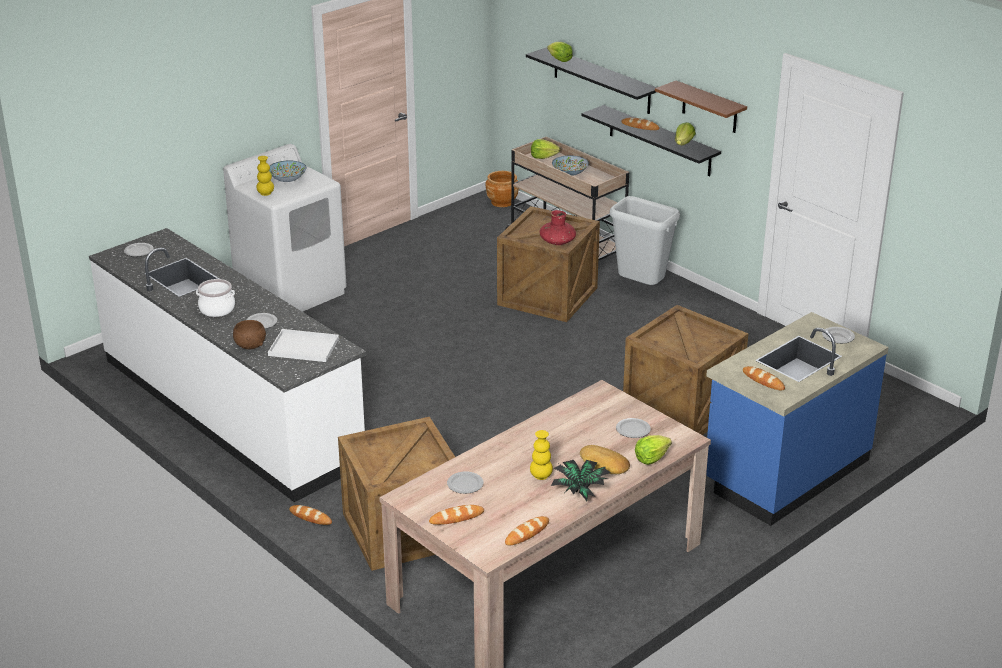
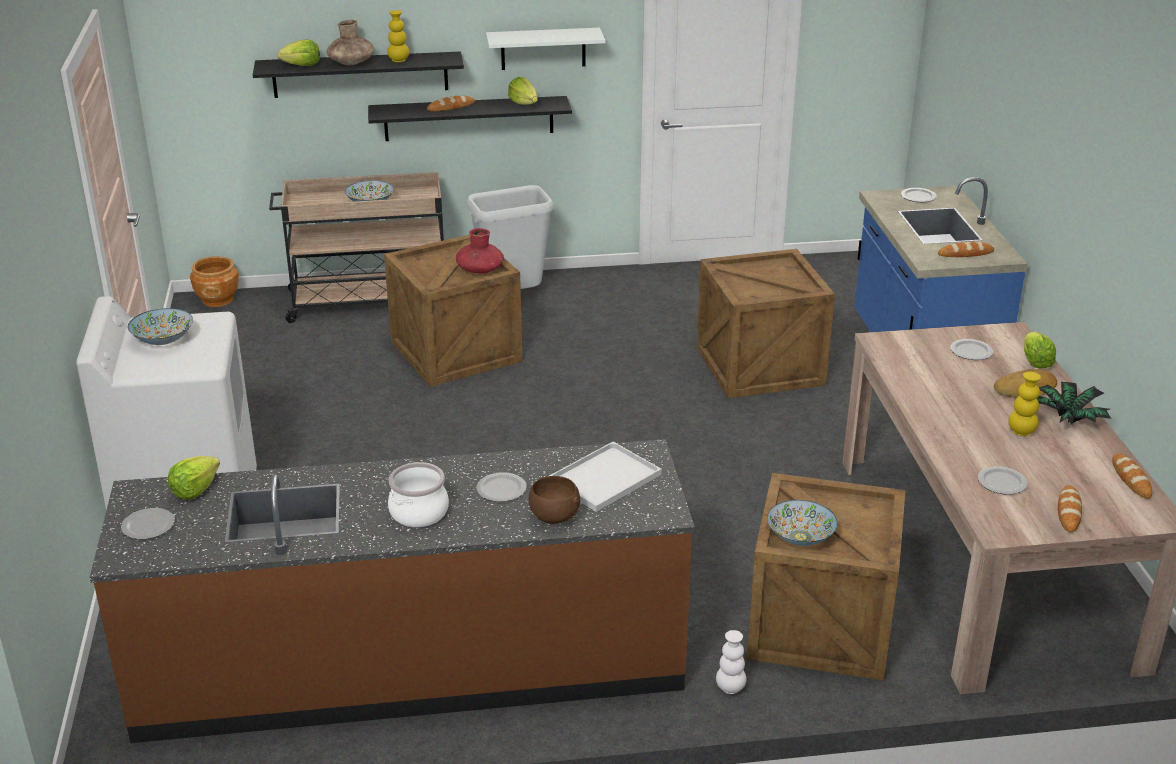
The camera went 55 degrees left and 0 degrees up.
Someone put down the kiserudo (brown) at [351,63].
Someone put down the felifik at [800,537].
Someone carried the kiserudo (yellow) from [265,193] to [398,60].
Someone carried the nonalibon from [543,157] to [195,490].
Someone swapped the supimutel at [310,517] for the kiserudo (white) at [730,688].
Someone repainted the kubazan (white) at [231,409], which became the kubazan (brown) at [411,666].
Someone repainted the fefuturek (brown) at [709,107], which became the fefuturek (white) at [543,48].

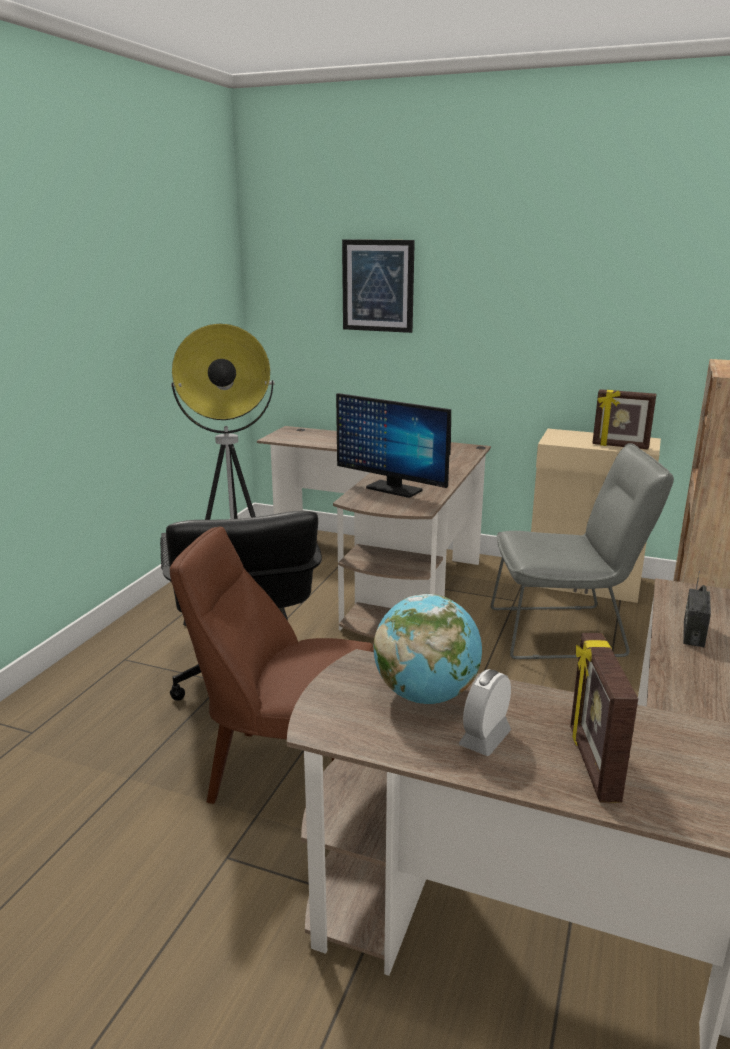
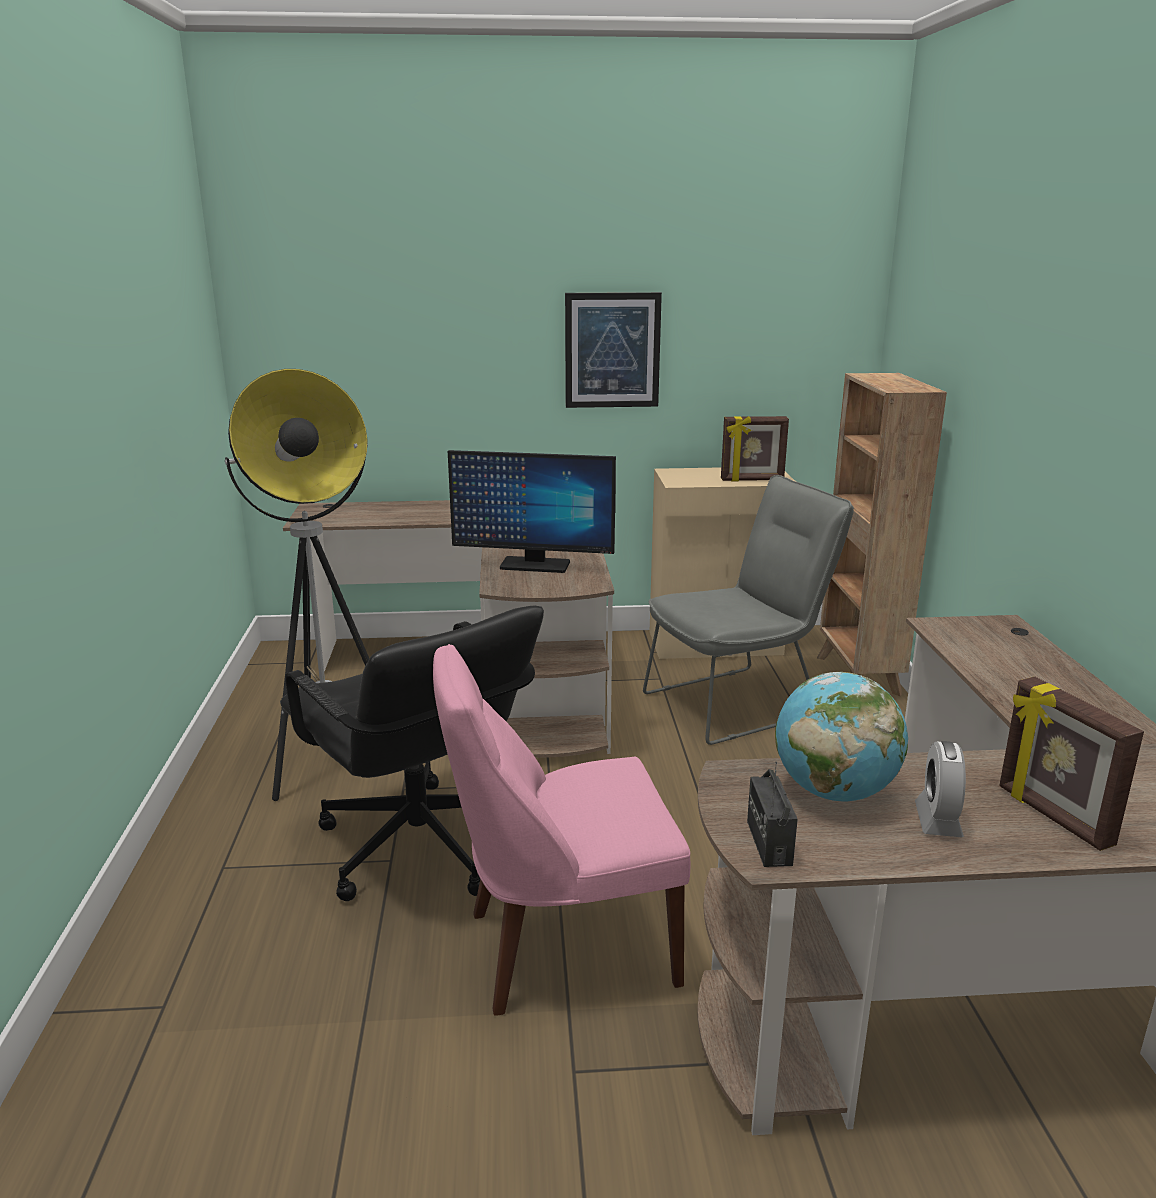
The camera went 25 degrees left and 0 degrees up.
Someone carried the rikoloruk from [378,286] to [612,350].
Someone carried the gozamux from [693,633] to [768,843].
Someone repainted the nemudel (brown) at [285,773], which became the nemudel (pink) at [561,948].

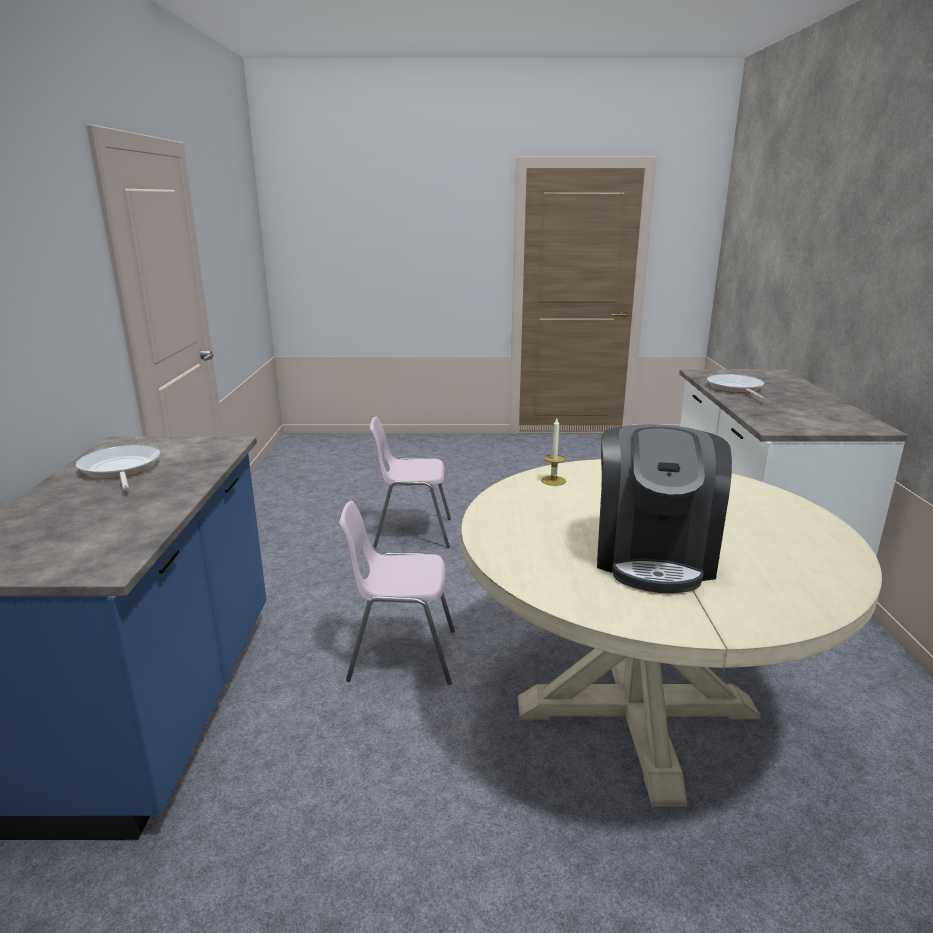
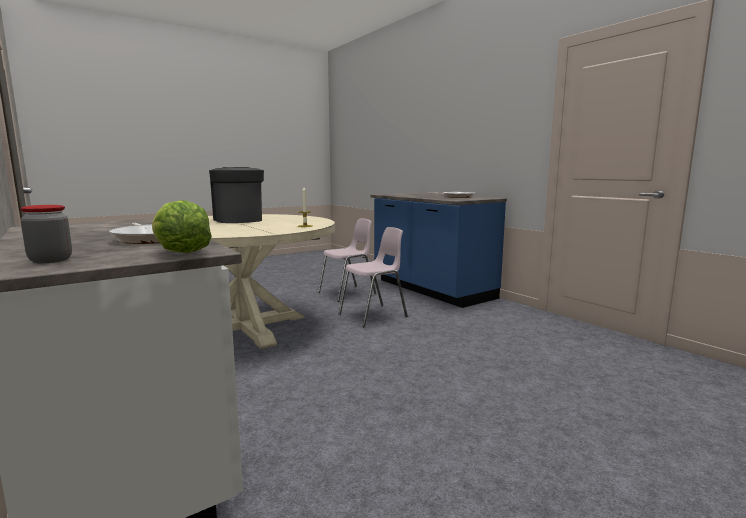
The camera went 145 degrees right and 10 degrees down.
Someone put down the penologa at [50,260].
Someone put down the nonalibon at [181,253].
Someone carried the nemudel (pink) from [412,533] to [348,293].

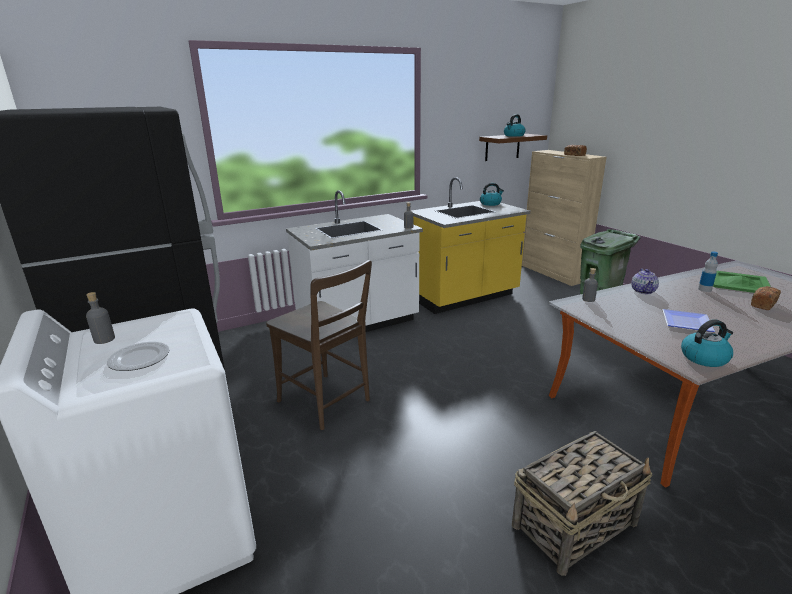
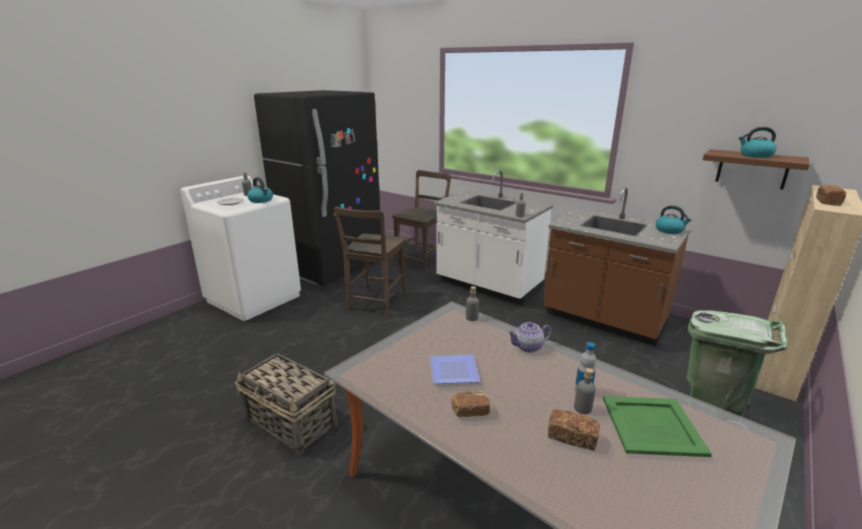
The camera went 65 degrees right and 0 degrees up.
Someone put down the nemudel (brown) at [422,262].
Someone put down the supimutel at [470,411].
Someone put down the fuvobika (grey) at [582,408].
Someone carried the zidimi from [704,357] to [261,200].
Someone repainted the kubazan (yellow) at [464,297], which became the kubazan (brown) at [603,320].

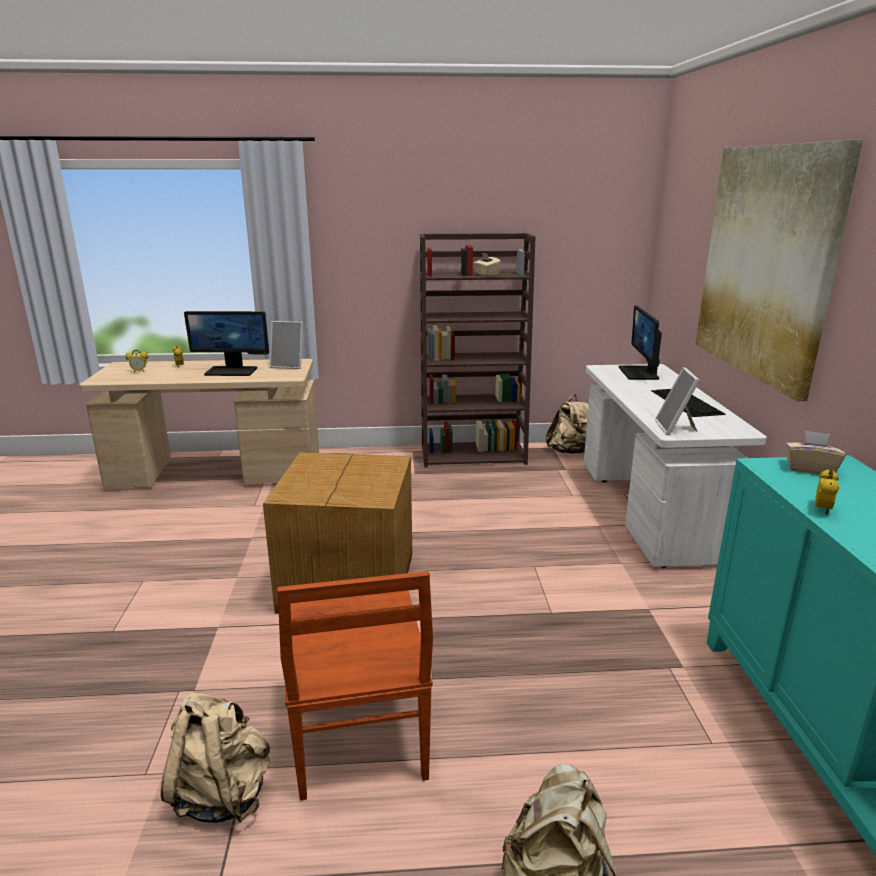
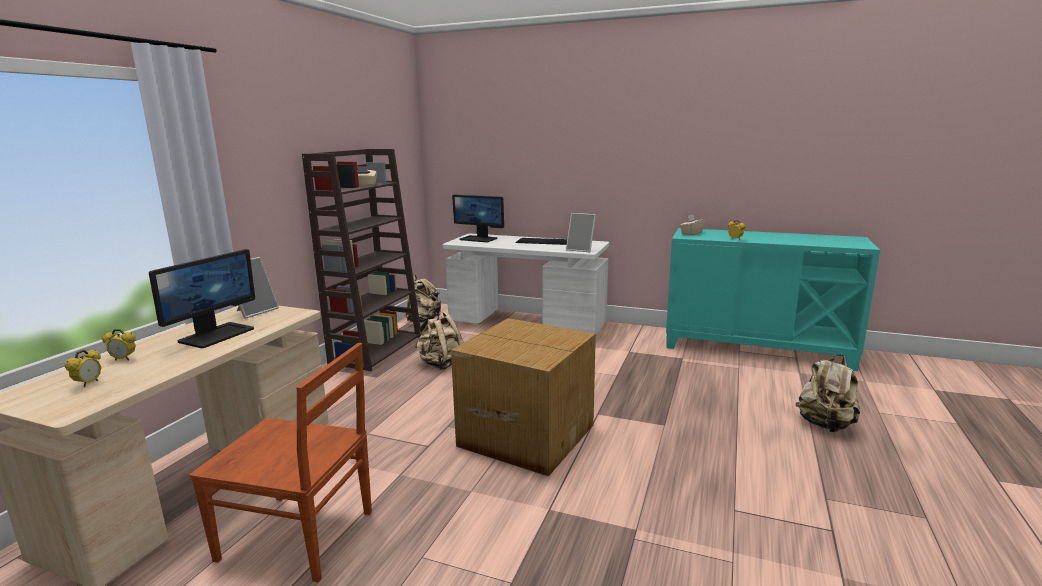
The camera went 65 degrees left and 5 degrees down.
Someone took away the rikoloruk at [766,263].
Someone carried the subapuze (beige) from [222,793] to [441,364].
Someone carried the nemudel (brown) from [359,737] to [300,536].

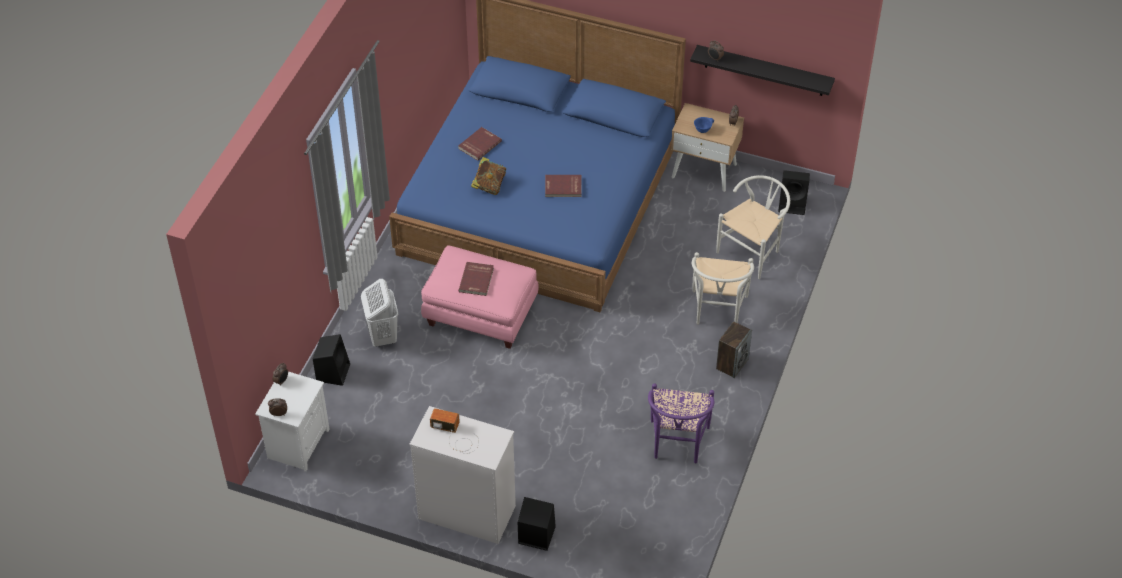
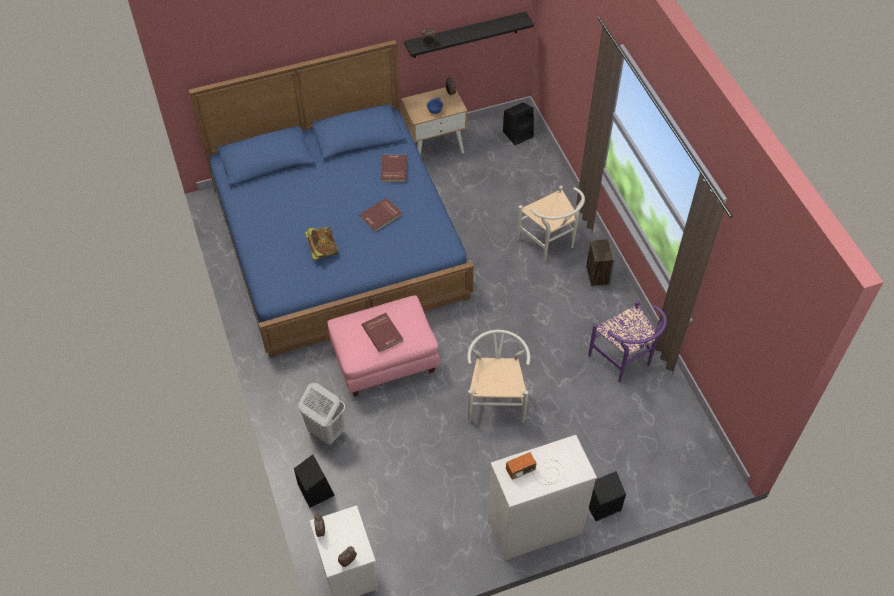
The camera went 40 degrees left and 5 degrees up.
Someone carried the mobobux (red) from [479,144] to [393,169].
Someone carried the nemudel (white) from [753,251] to [496,399].

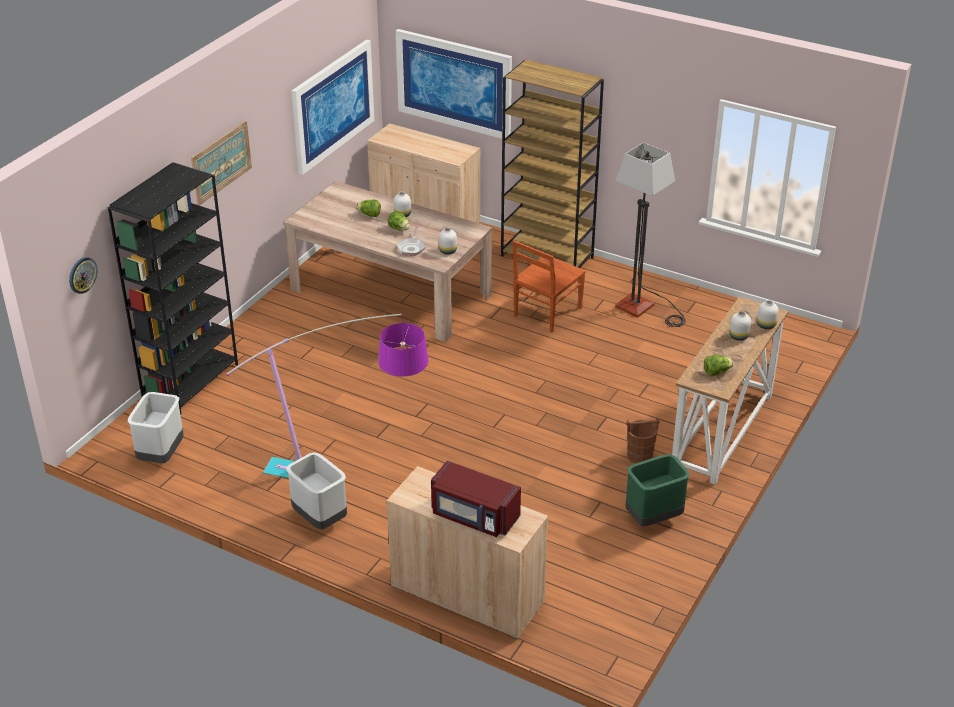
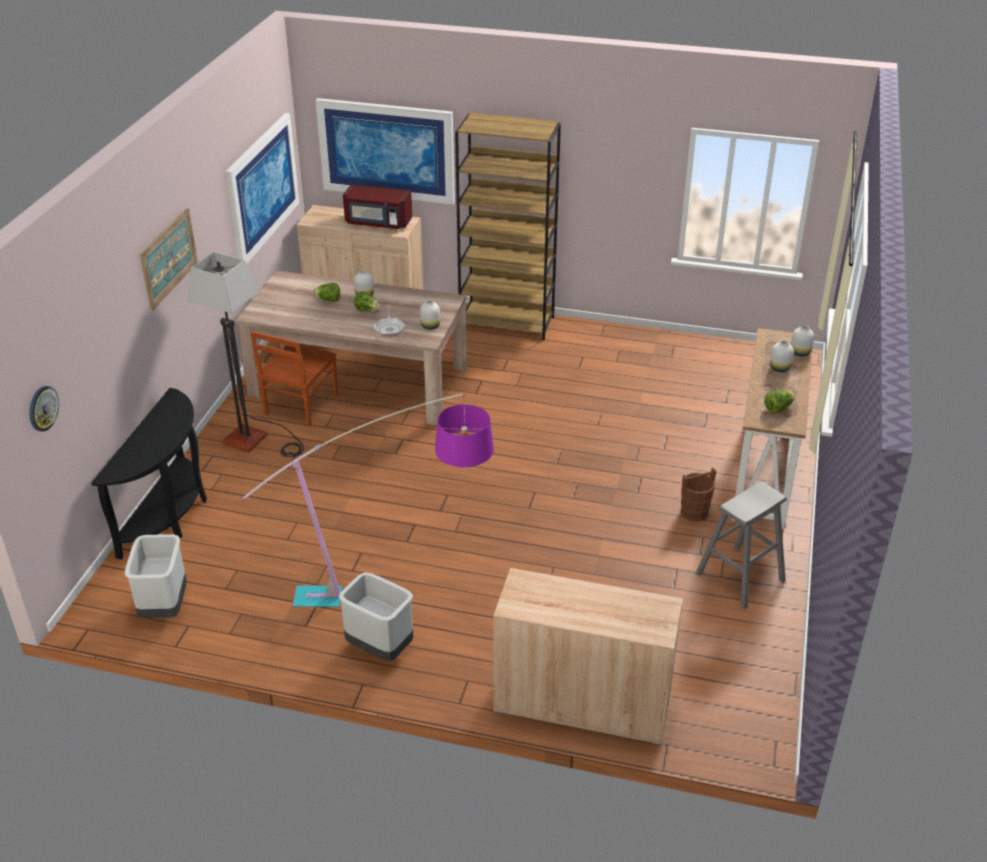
The camera went 15 degrees left and 0 degrees up.
Someone carried the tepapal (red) from [474,516] to [378,222].
Someone carried the nemudel (brown) from [546,313] to [300,406].
Someone carried the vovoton from [644,308] to [257,440].
Someone swapped the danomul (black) at [190,381] for the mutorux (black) at [169,515].
Someone swapped the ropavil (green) at [653,519] for the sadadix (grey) at [740,577].

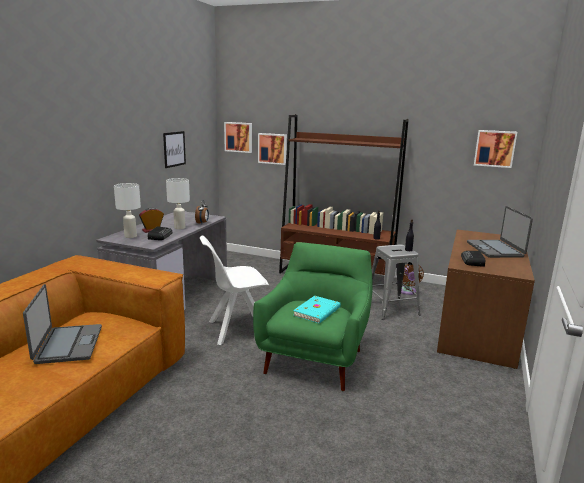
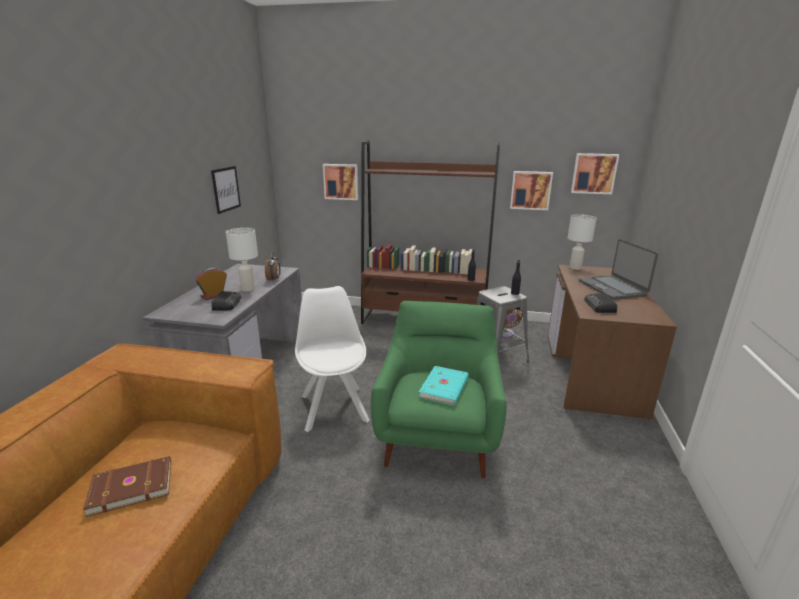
The camera went 10 degrees left and 5 degrees up.
Someone carried the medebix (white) from [130,236] to [574,268].
Someone carried the rikoloruk from [238,137] to [530,190].
Someone swapped the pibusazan at [68,345] for the mobobux (brown) at [131,486].
Someone rotated the nemudel (white) at [236,329] by 105 degrees clockwise.

